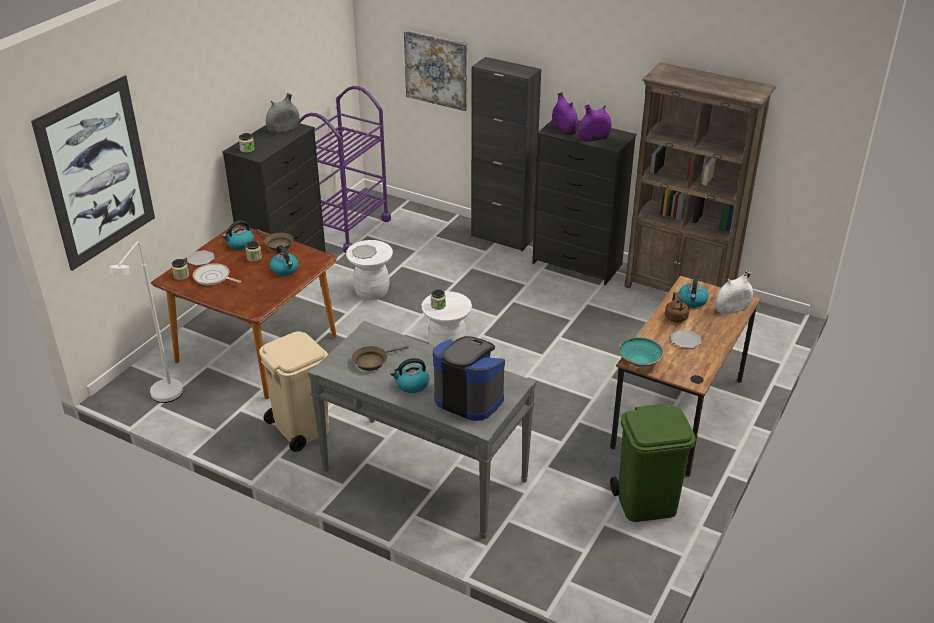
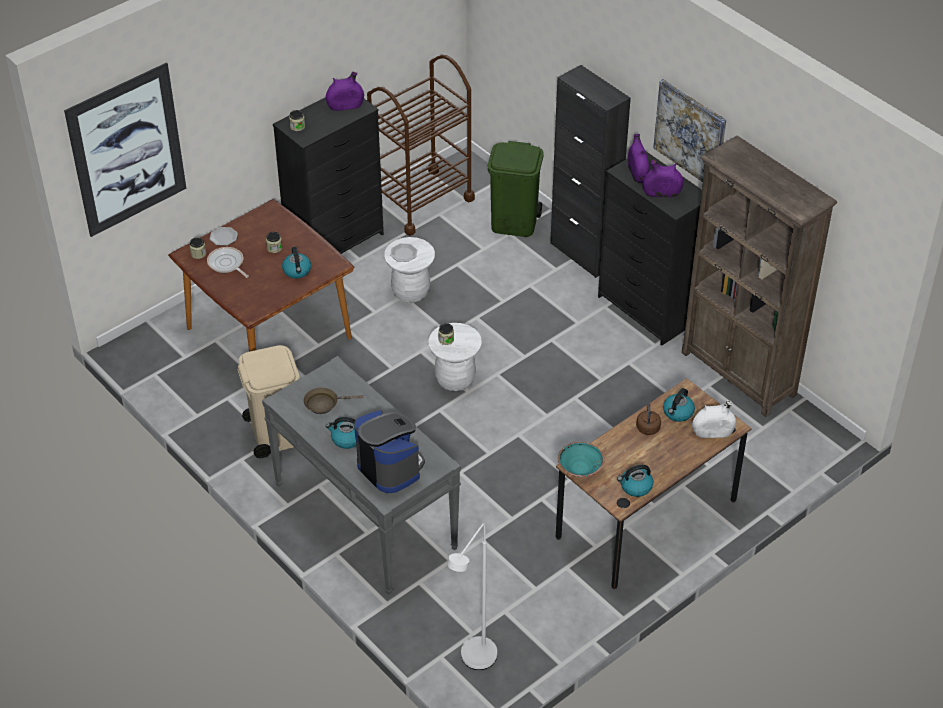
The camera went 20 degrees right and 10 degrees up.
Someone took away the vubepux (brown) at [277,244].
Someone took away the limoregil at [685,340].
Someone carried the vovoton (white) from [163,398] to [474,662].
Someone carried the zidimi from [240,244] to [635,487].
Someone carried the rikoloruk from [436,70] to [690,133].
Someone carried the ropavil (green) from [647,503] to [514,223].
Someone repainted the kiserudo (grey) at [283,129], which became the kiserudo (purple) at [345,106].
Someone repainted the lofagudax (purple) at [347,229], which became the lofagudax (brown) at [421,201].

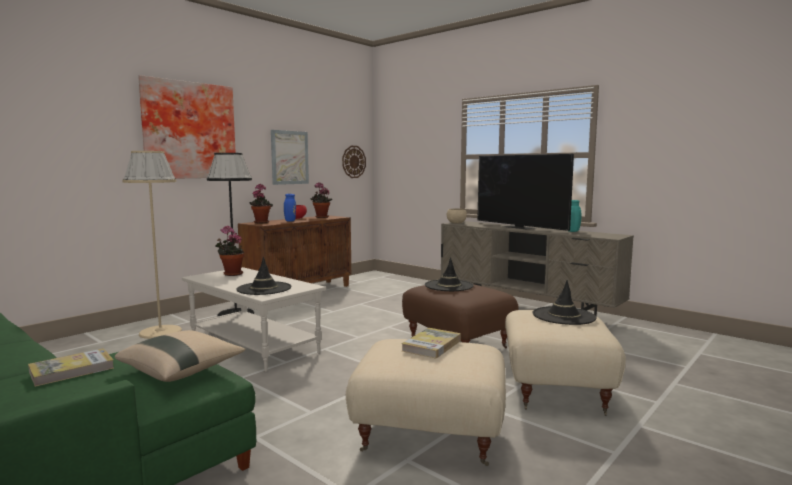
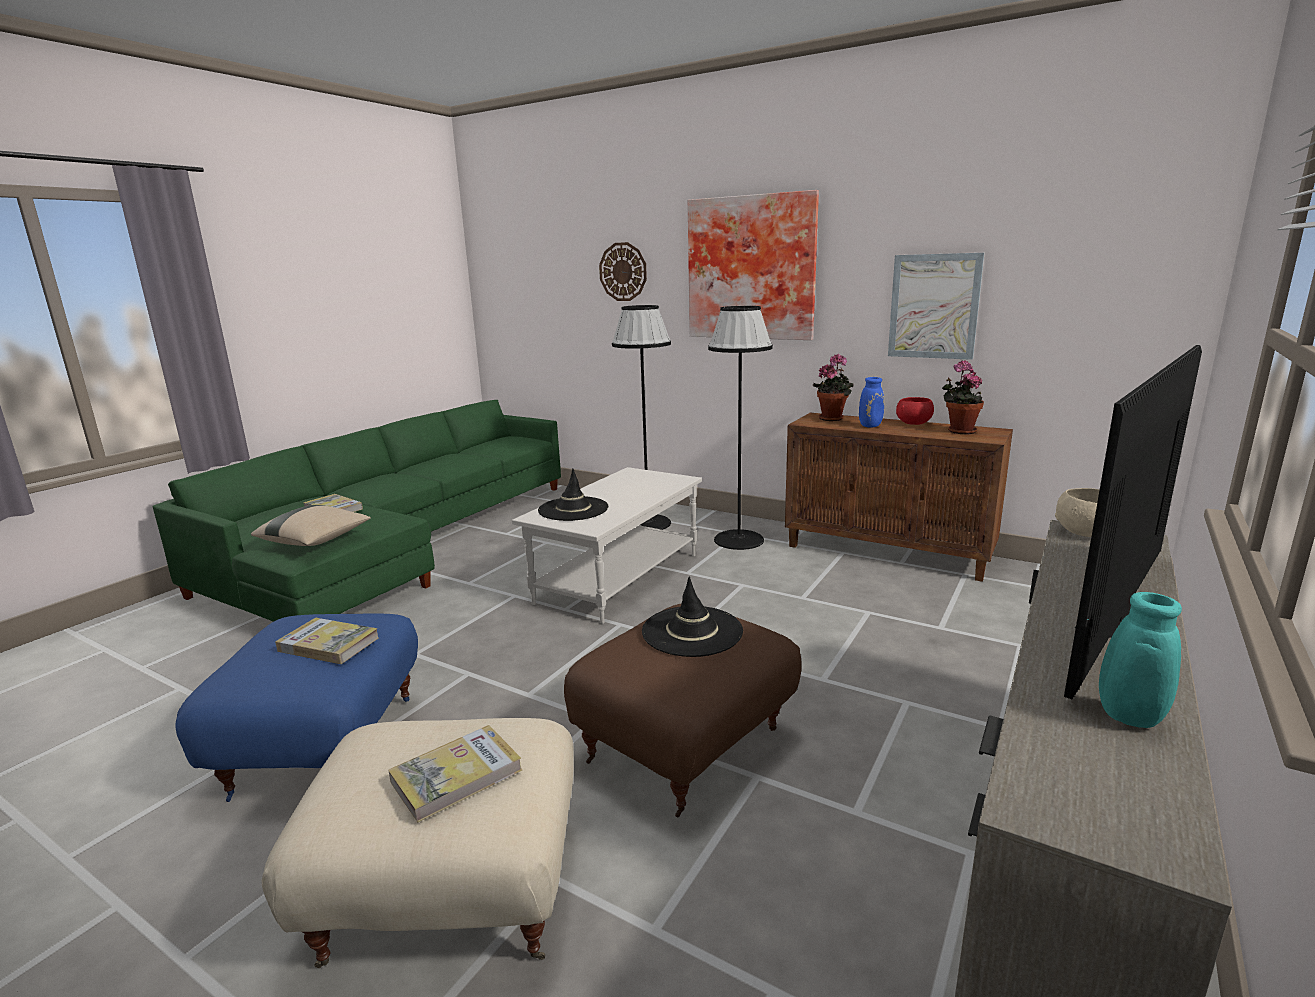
The camera went 80 degrees right and 10 degrees up.
Someone took away the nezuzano at [231,274].
Someone carried the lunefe from [353,161] to [623,272].
Someone swapped the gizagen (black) at [563,316] for the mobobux at [456,776].
Someone repainted the vovoton (beige) at [160,332], which became the vovoton (black) at [648,523].
Someone repainted the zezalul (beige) at [428,436], which became the zezalul (blue) at [323,746].

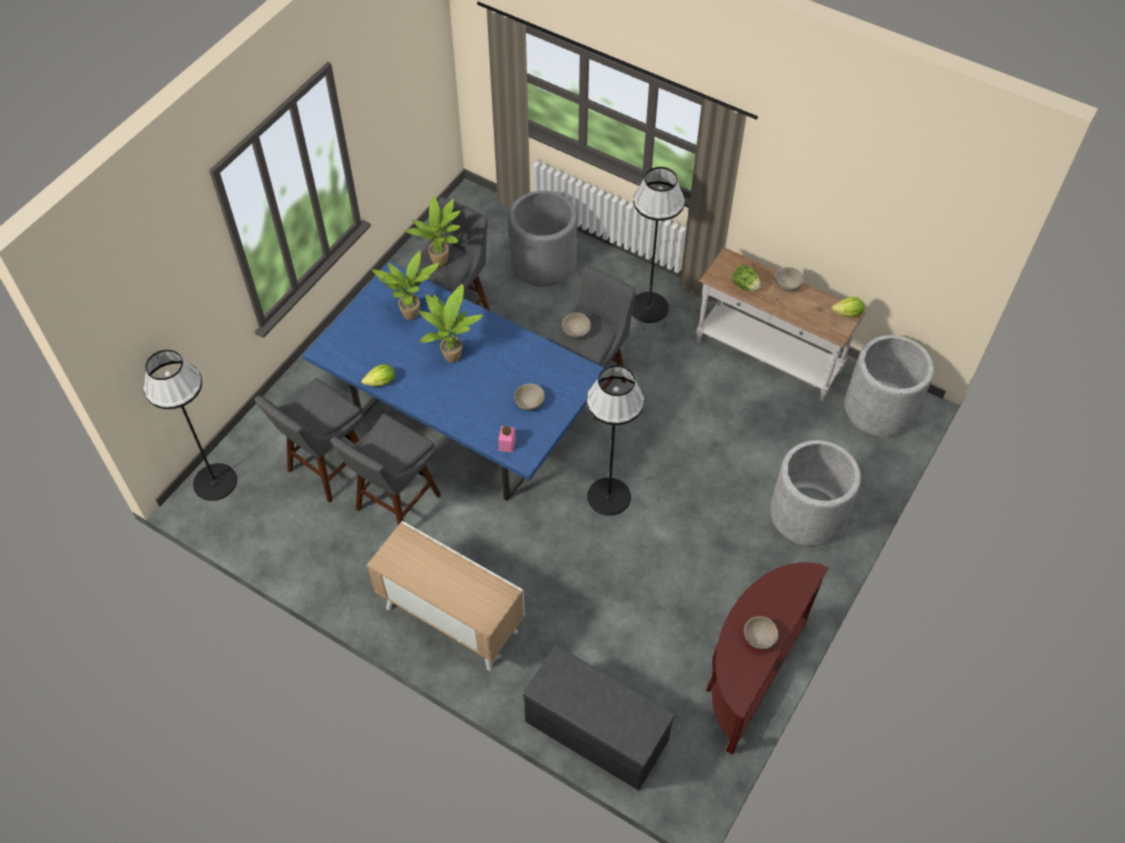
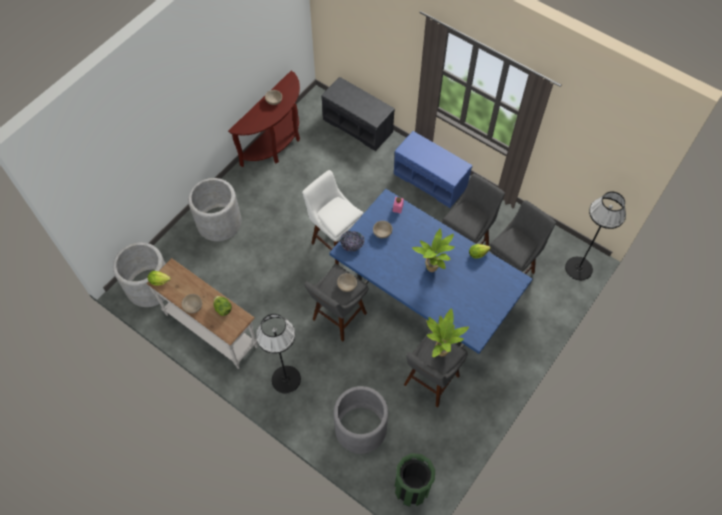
The camera went 175 degrees left and 5 degrees up.
Someone took away the nezuzano at [412,317].
Someone put down the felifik at [352,244].
Someone put down the ropavil (green) at [411,488].
Someone swapped the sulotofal at [450,620] for the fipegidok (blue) at [431,180].
Someone swapped the vovoton (black) at [609,496] for the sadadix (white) at [335,241].

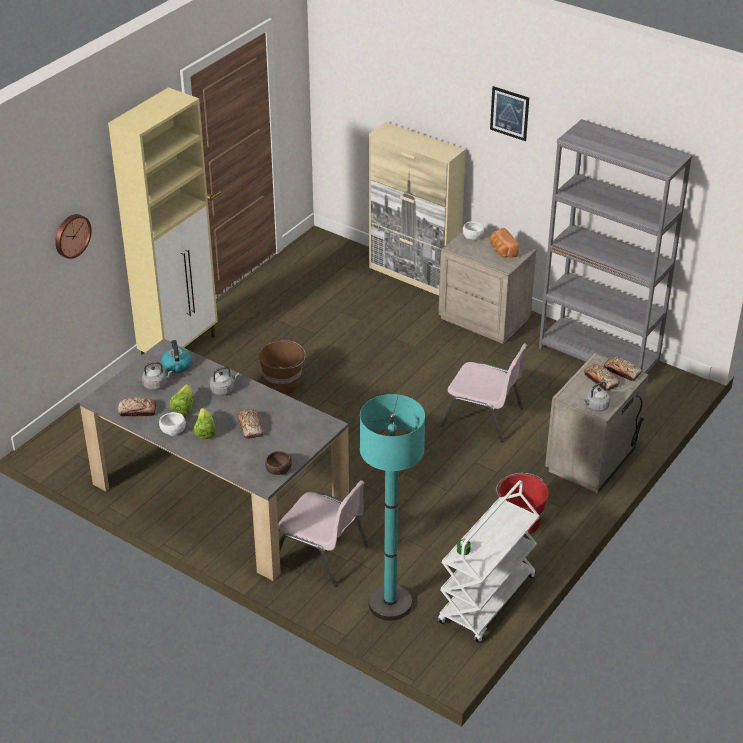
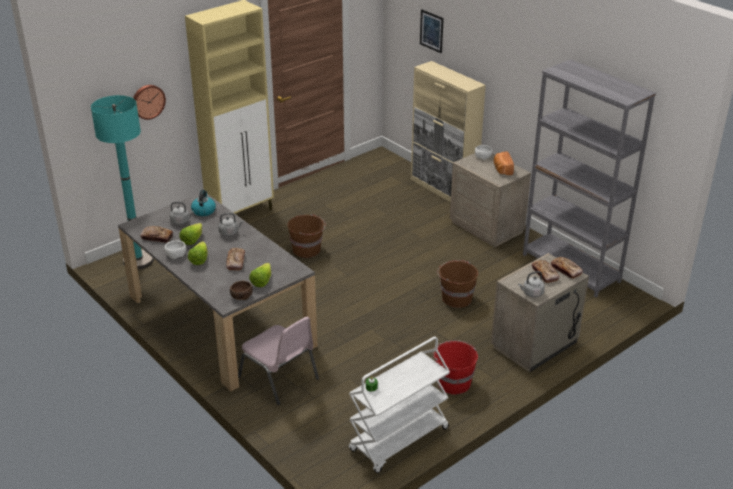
The camera went 15 degrees right and 5 degrees down.
Someone put down the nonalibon at [262,281].
Someone carried the vovoton (turquoise) from [390,604] to [138,261].
Someone carried the rikoloruk from [509,113] to [431,31].
Someone swapped the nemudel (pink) at [483,417] for the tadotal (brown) at [456,298].

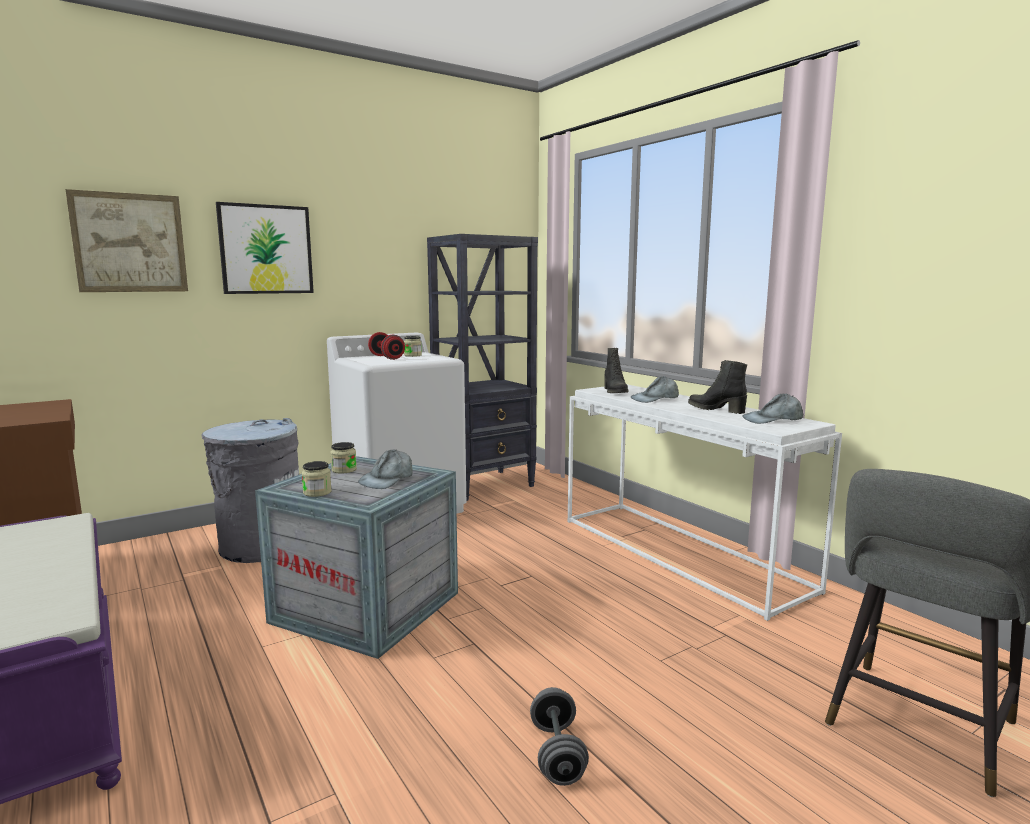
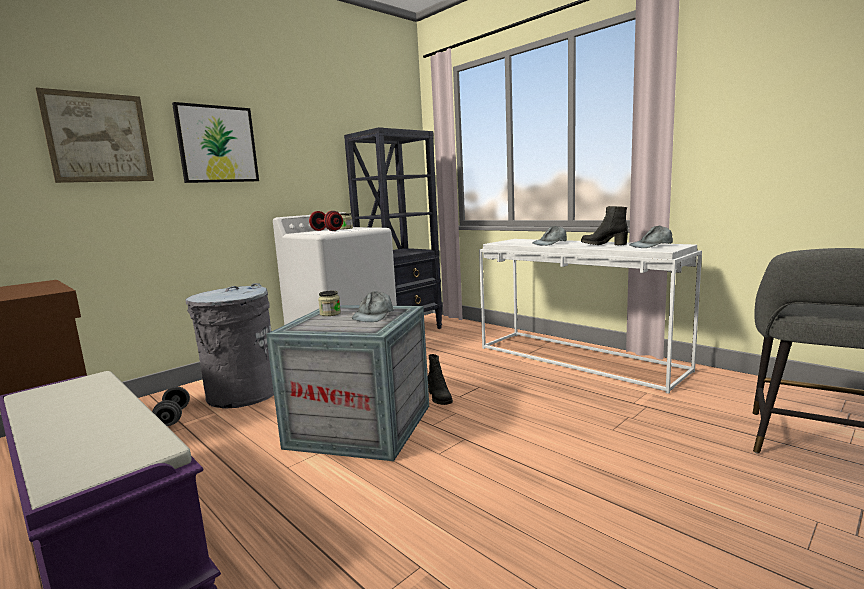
The camera went 10 degrees left and 0 degrees up.
Someone took away the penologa at [317,492].
Someone carried the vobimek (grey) from [557,754] to [173,417].
Someone carried the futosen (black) from [614,391] to [439,398].

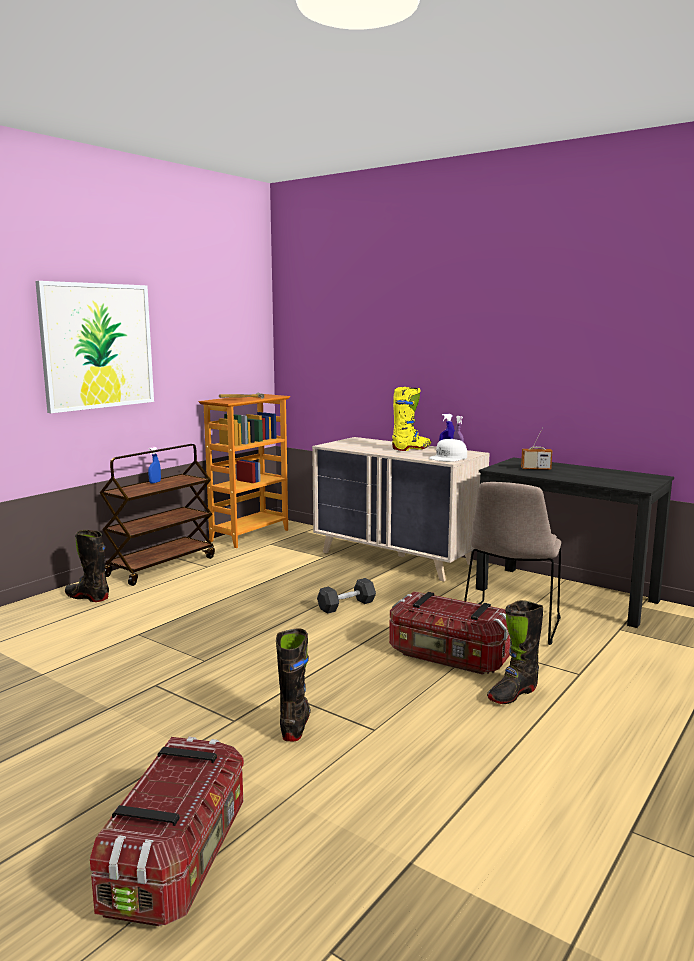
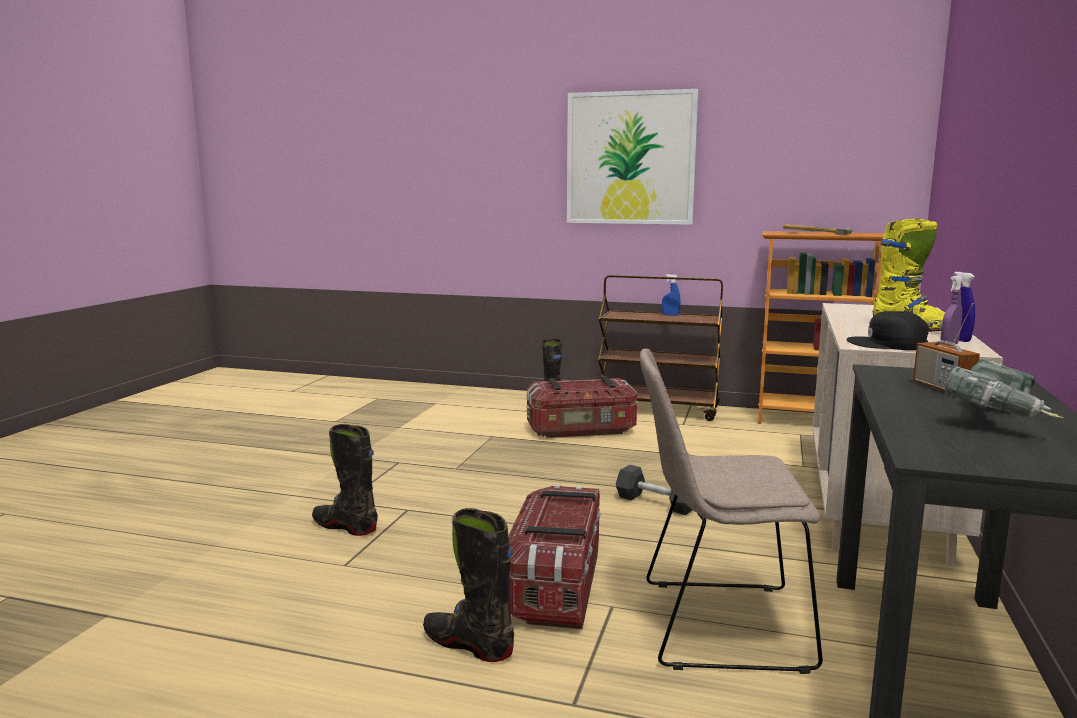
The camera went 70 degrees right and 0 degrees up.
Someone put down the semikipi at [1001,419].
Someone carried the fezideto from [178,859] to [581,430].
Someone repainted the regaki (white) at [448,458], which became the regaki (black) at [887,344].
Someone rotated the futosen (black) at [295,724] by 135 degrees counterclockwise.

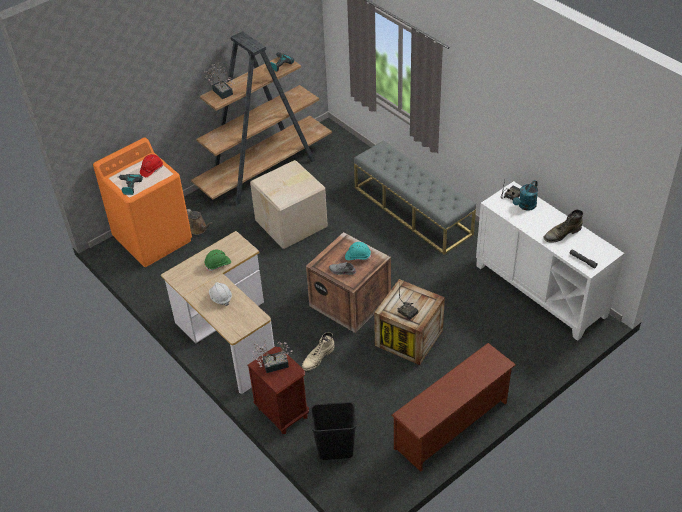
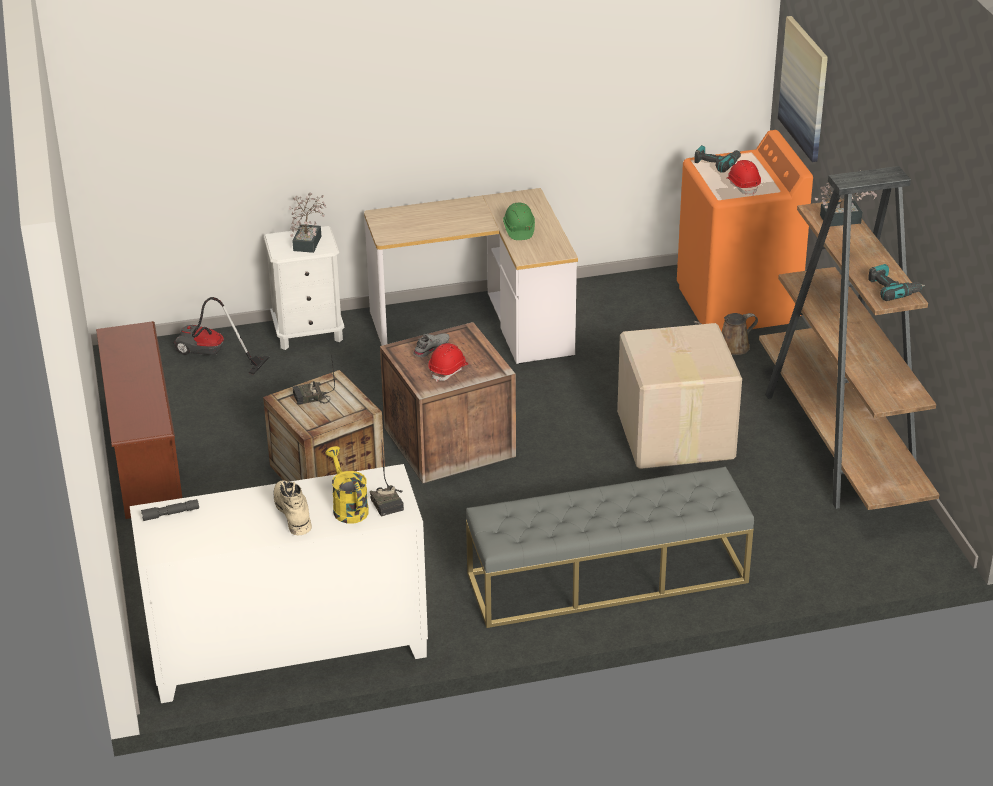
The camera went 115 degrees right and 10 degrees down.
Someone took away the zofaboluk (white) at [221,298].
Someone took away the futosen (green) at [562,234].
Someone put up the rikoloruk at [805,88].
Someone carried the futosen (beige) from [318,358] to [292,512].
Someone swapped the ropavil (black) at [335,450] for the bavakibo at [211,355].
Someone repainted the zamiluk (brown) at [282,413], which became the zamiluk (white) at [308,333].
Someone repainted the zofaboluk (turquoise) at [357,256], which became the zofaboluk (red) at [448,370].
Someone repainted the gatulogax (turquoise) at [525,206], which became the gatulogax (yellow) at [347,507].

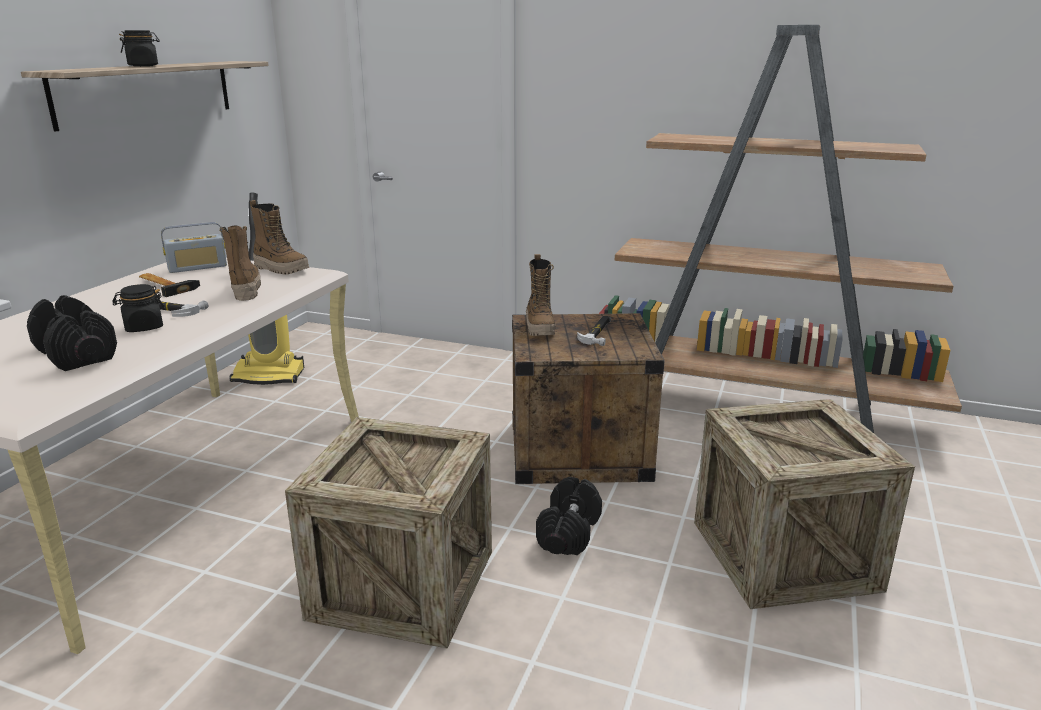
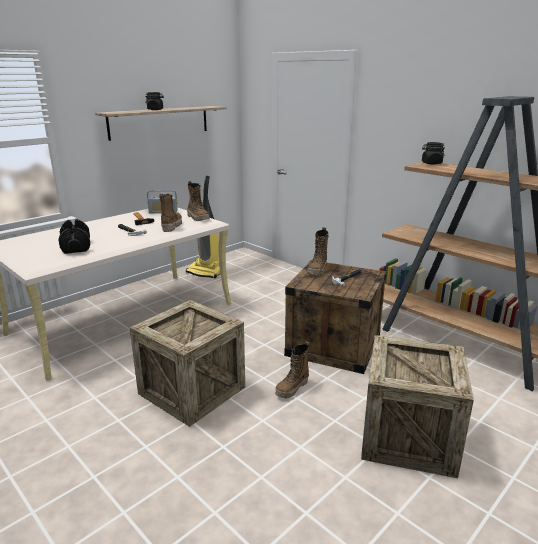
The camera went 25 degrees right and 0 degrees up.
Someone carried the penologa (black) from [143,327] to [431,163].
Someone swapped the vobimek (black) at [569,532] for the futosen at [292,388].

